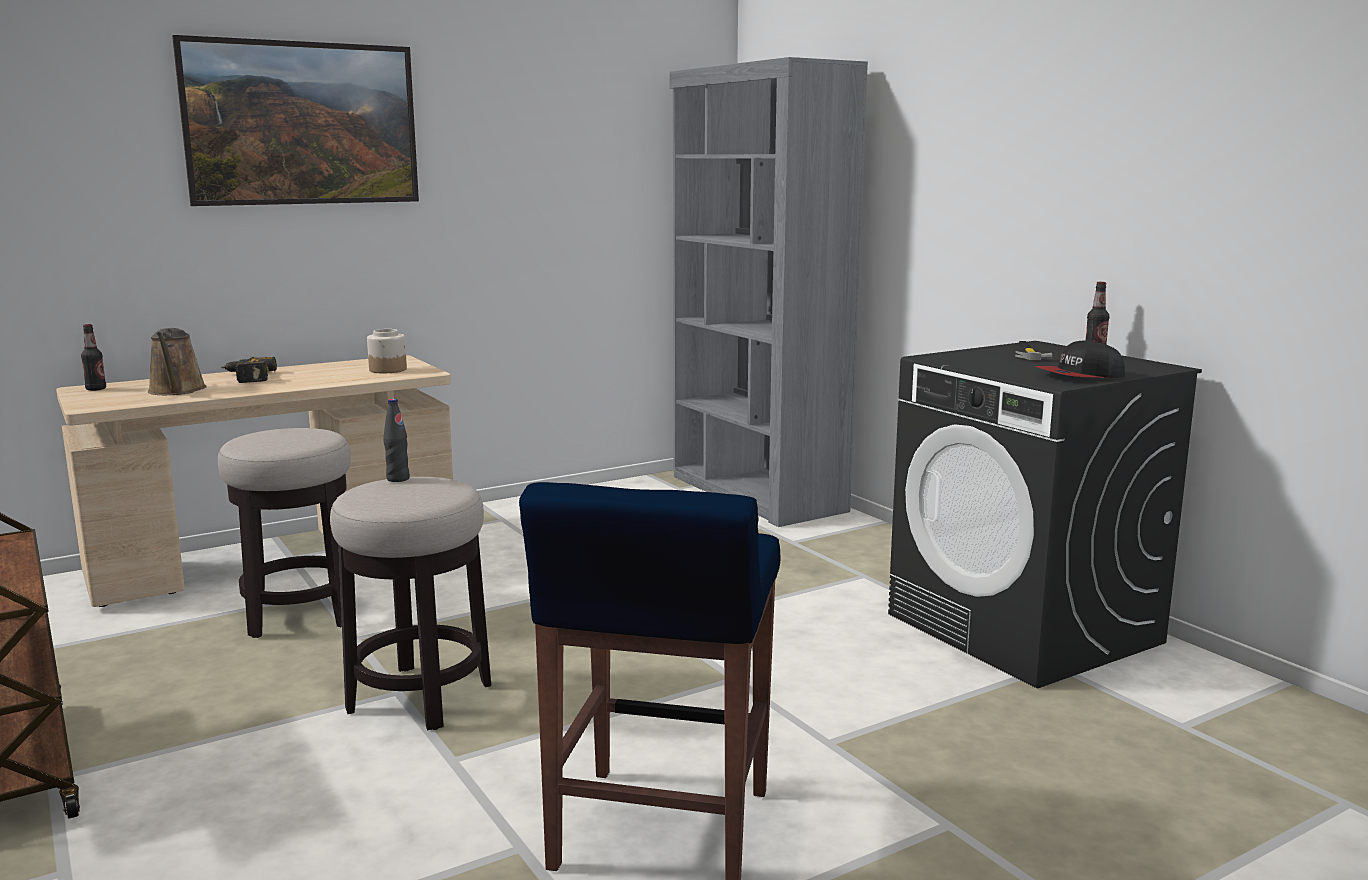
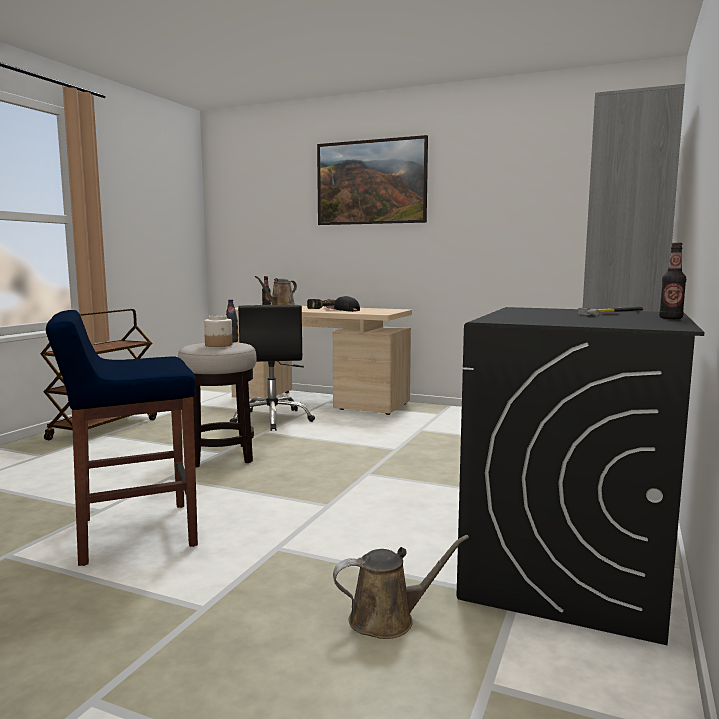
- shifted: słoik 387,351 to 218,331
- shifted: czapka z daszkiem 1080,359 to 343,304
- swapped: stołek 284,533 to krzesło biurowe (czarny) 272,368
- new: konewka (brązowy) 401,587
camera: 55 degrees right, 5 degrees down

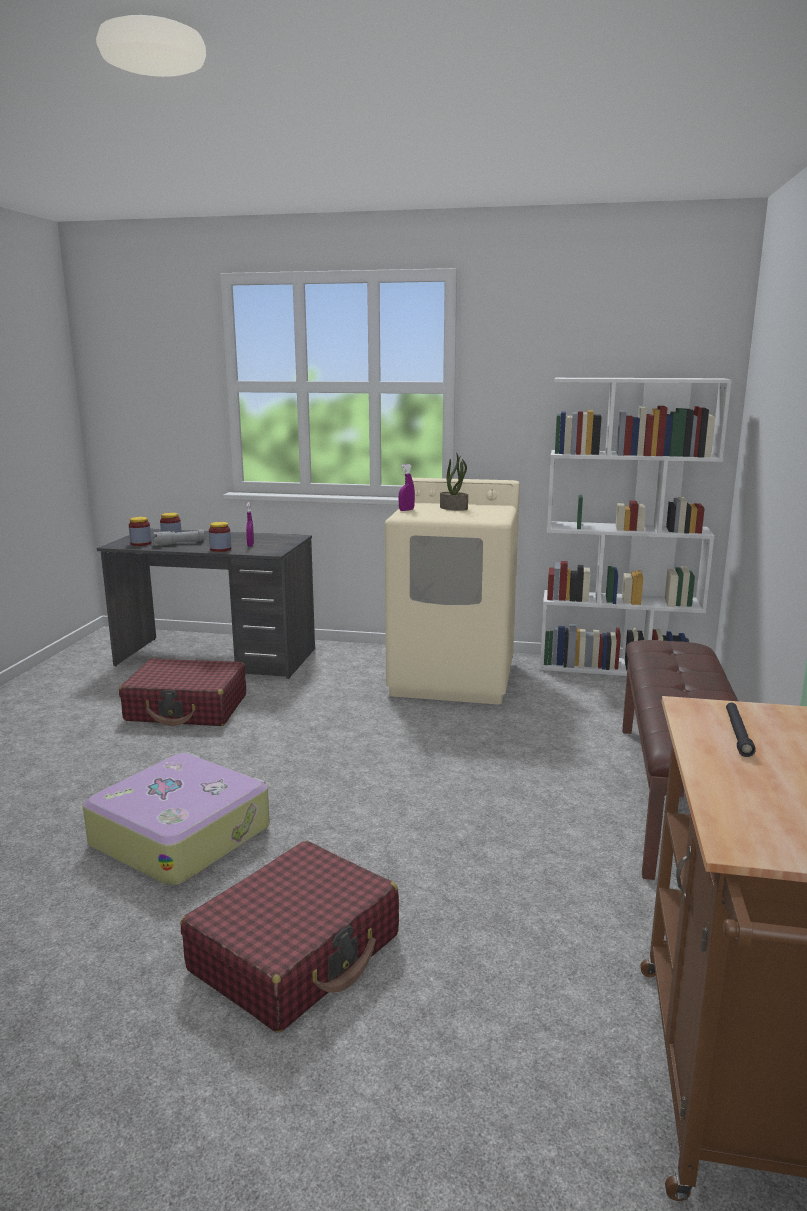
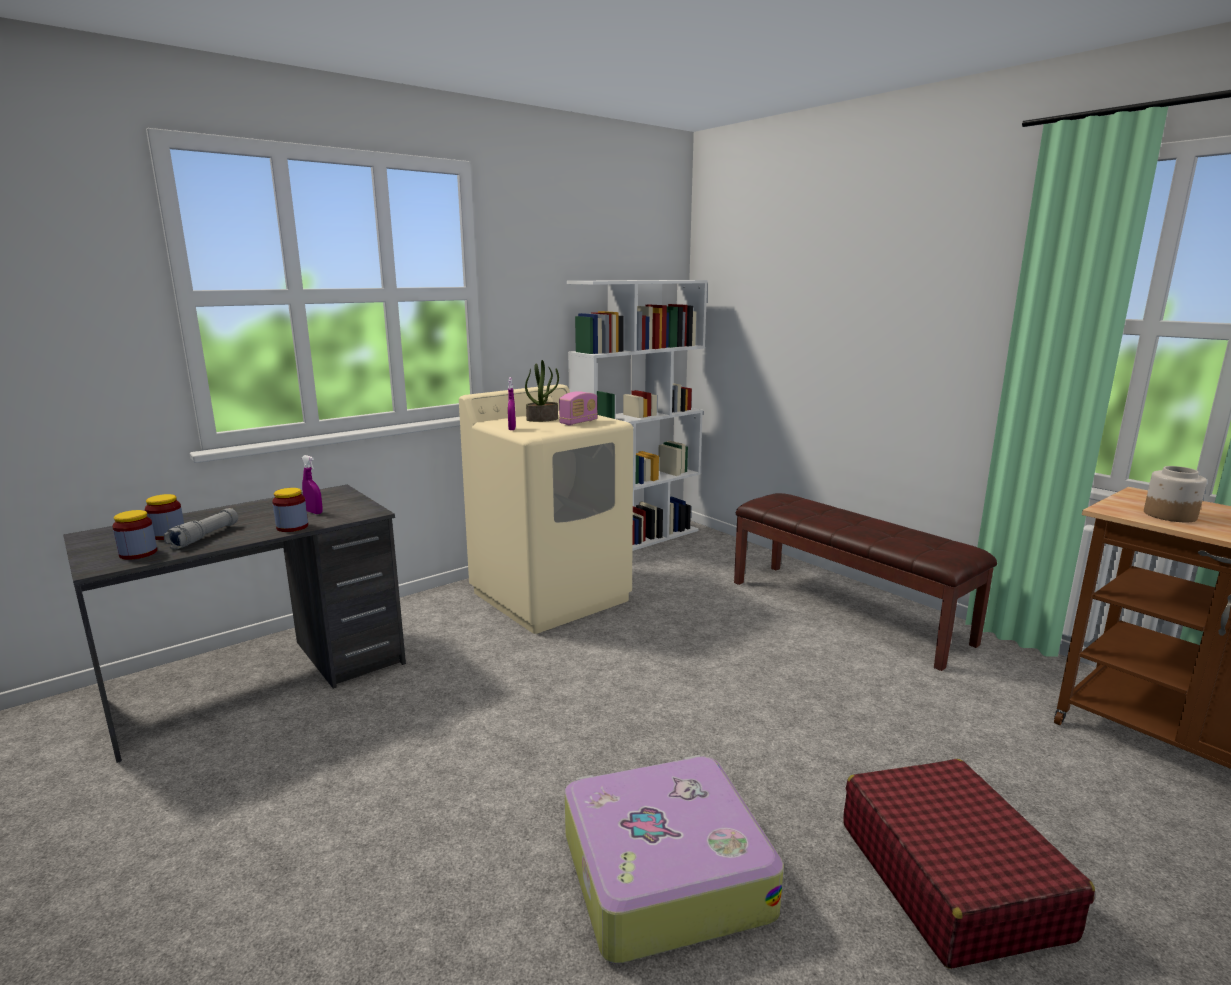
- gone: walizka (czerwony) 182,692
- swapped: latarka (czarny) 741,730 to słoik 1175,494
- new: radio 578,408
camera: 50 degrees left, 0 degrees up

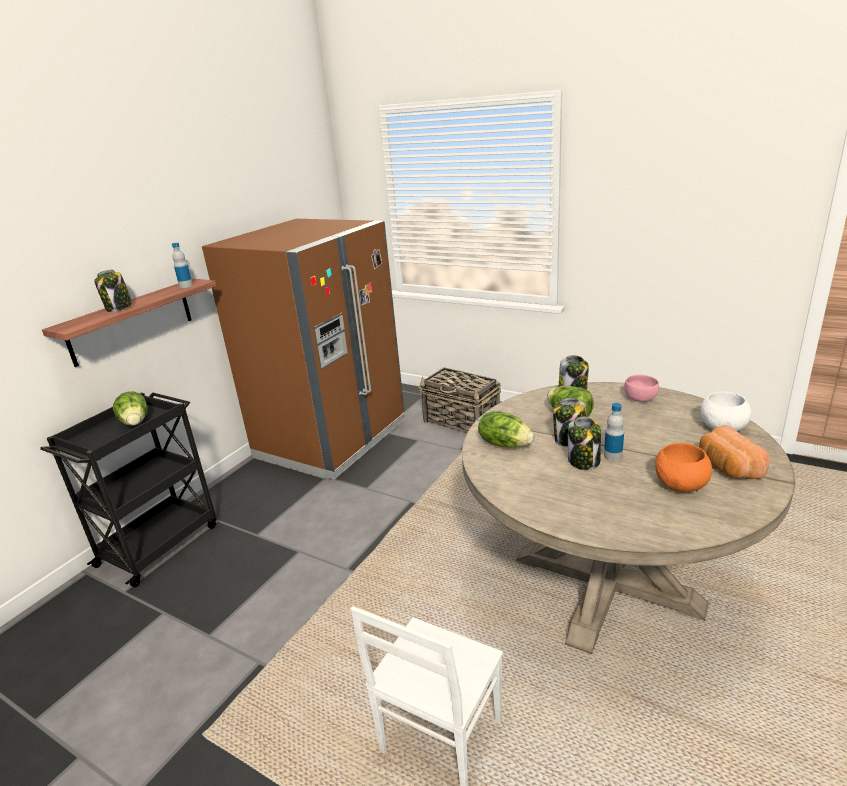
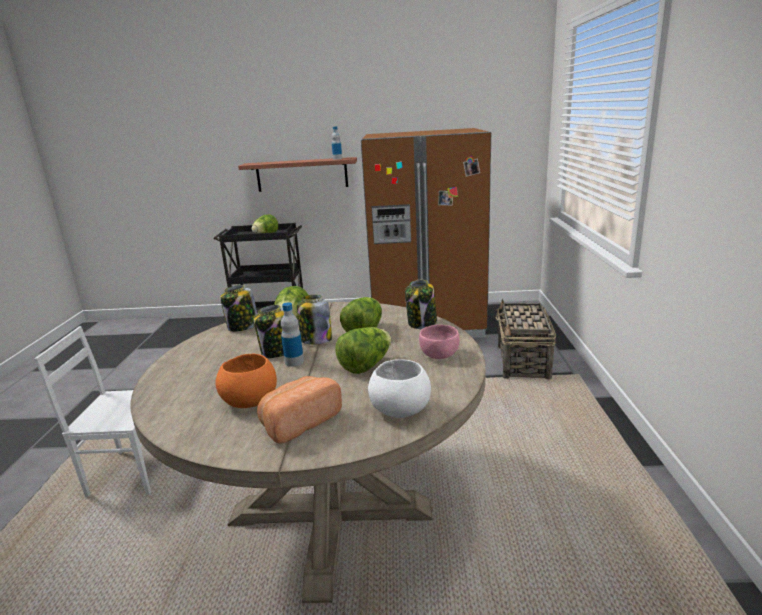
- shifted: słoik 113,291 to 239,308
- new: sałata 363,350
camera: 60 degrees right, 5 degrees down

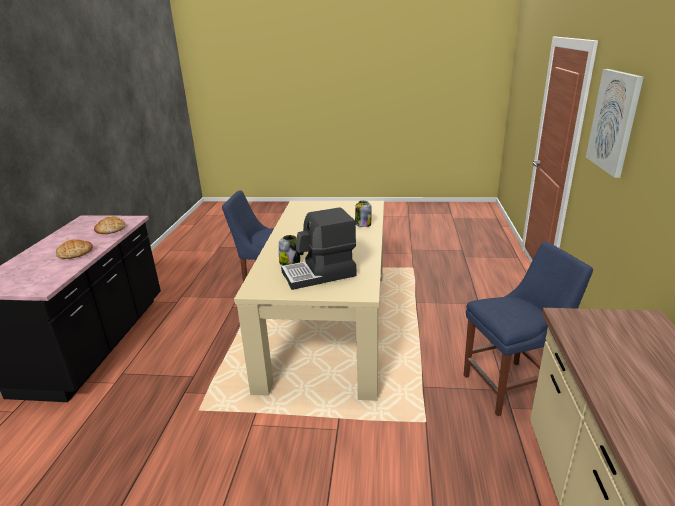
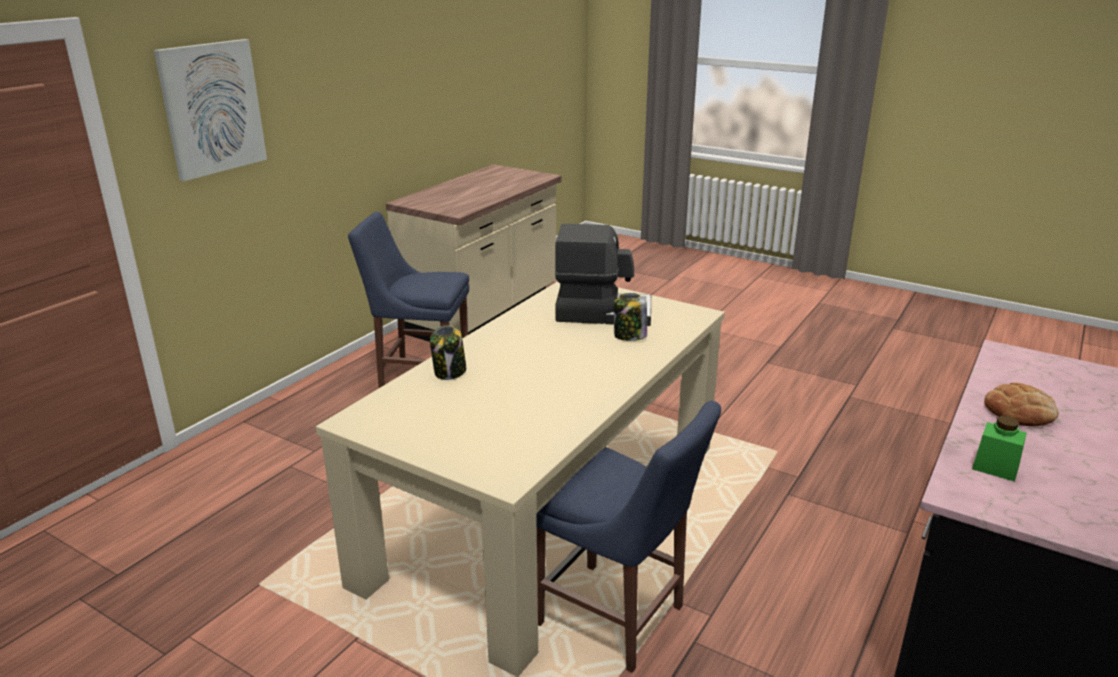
- swapped: chleb 109,225 to słoik (zielony) 999,449
camera: 155 degrees left, 0 degrees up

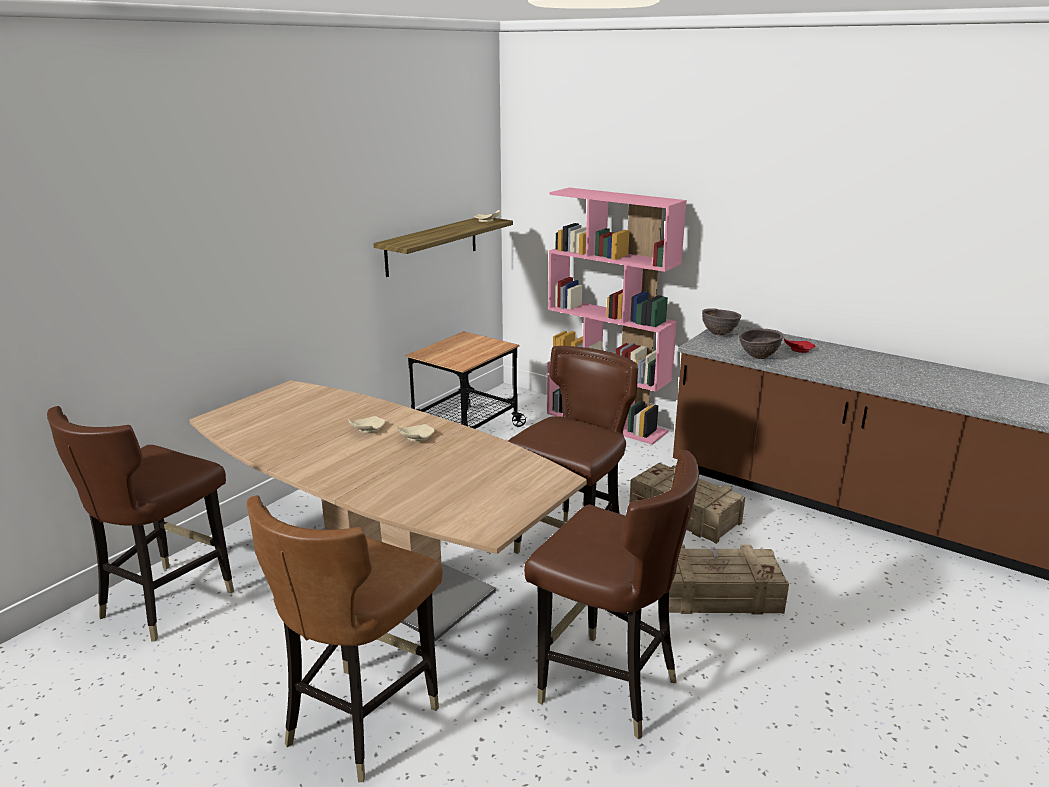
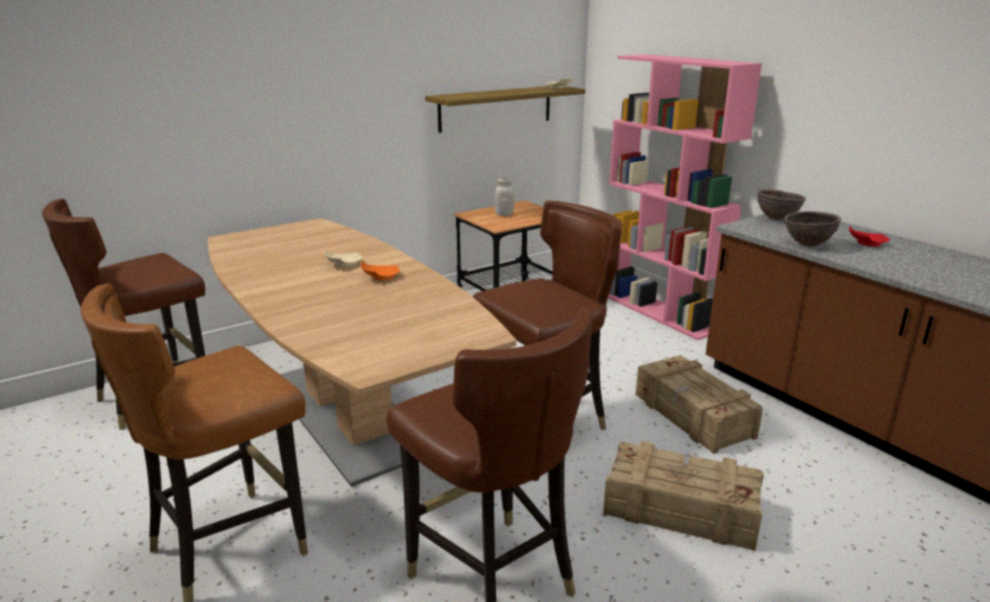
- repainted: talerz (beżowy) 416,433 to talerz (pomarańczowy) 380,271
- new: słoik (biały) 504,197
camera: 20 degrees right, 0 degrees up

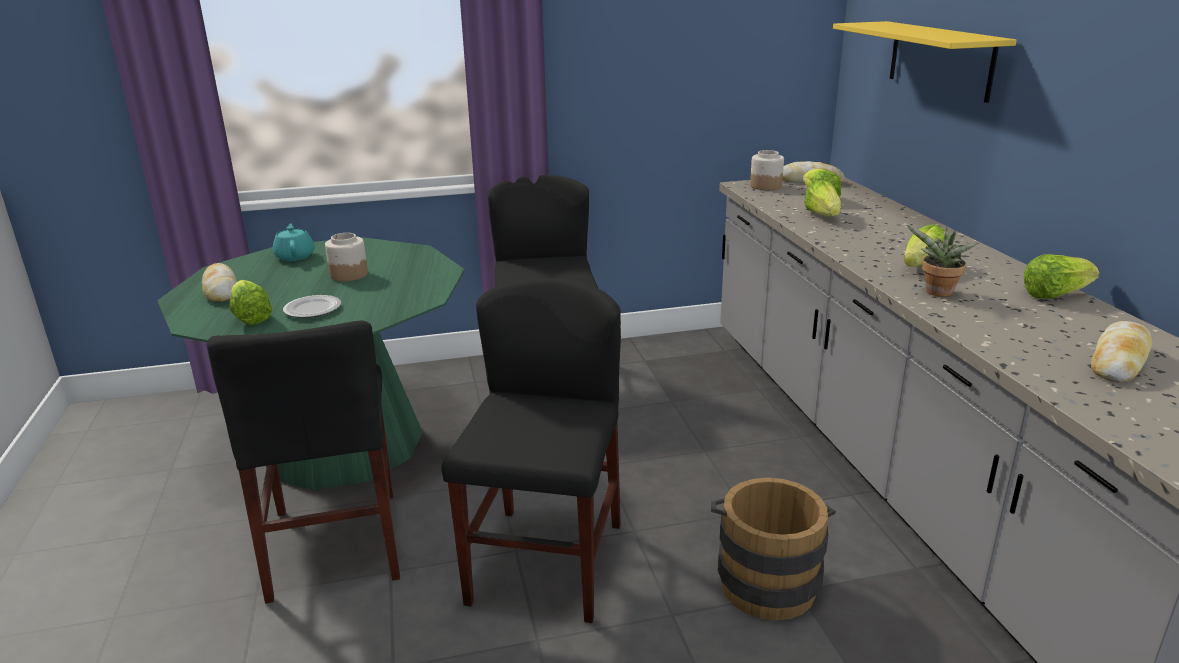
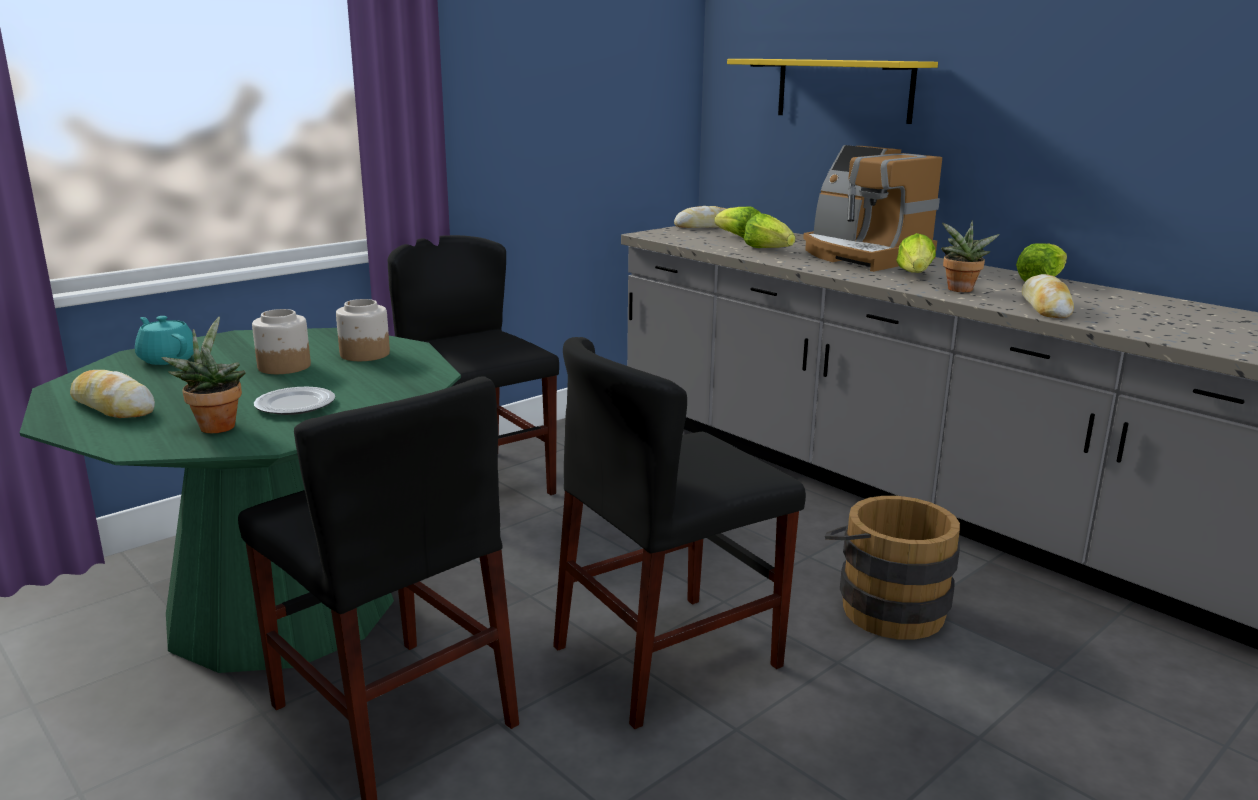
- shifted: słoik 767,170 to 363,330
- rotated: krzesło (czarny) 531,450 = 679,533 105 degrees counterclockwise
- swapped: sałata 251,302 to roślina doniczkowa 203,375
- shifted: chleb 1121,352 to 1048,296
- new: ekspres do kawy 872,208
camera: 30 degrees left, 5 degrees down

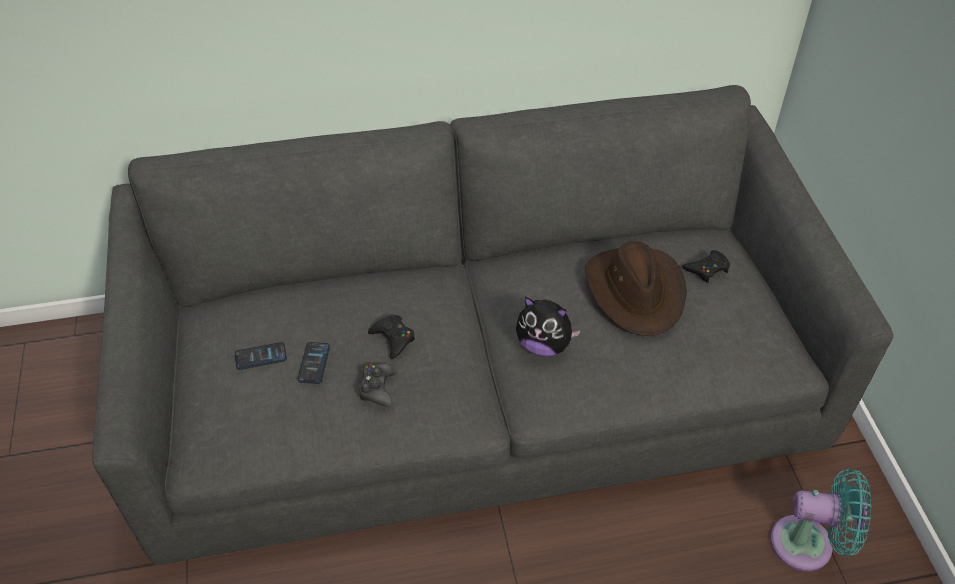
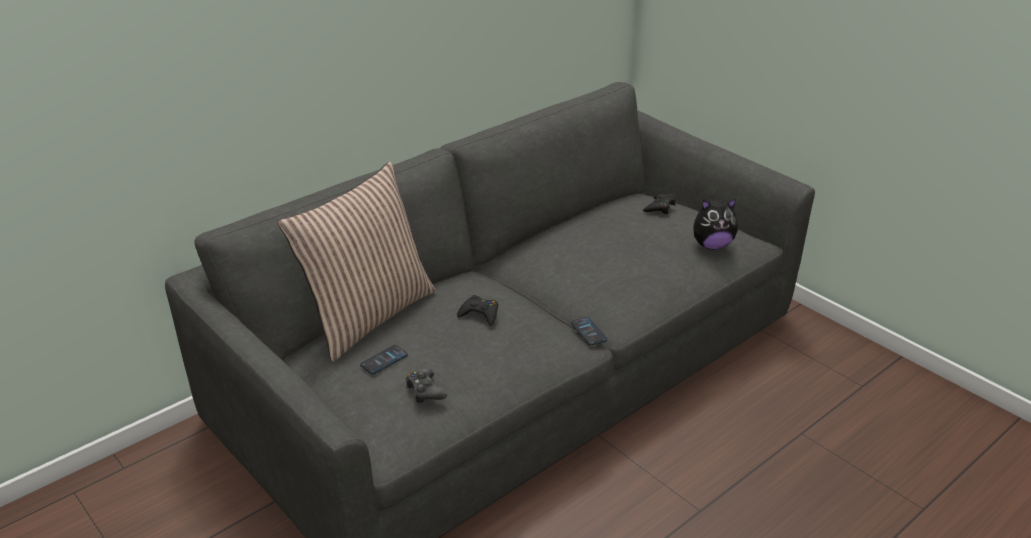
- gone: kapelusz (brązowy) 636,288
- shifted: pluszak 548,326 to 715,224
- shifted: telefon 313,363 to 589,331
- shifted: pad do gier (czarny) 378,385 to 426,386
- gone: wentylator (turkusowy) 820,520
- new: poduszka 356,261
camera: 30 degrees left, 15 degrees down

